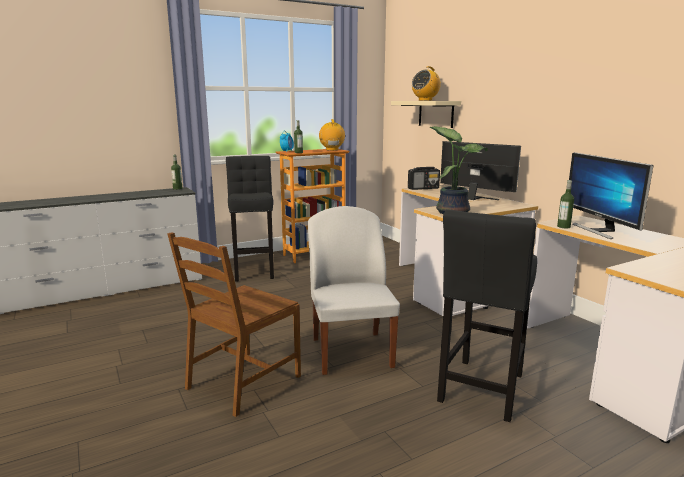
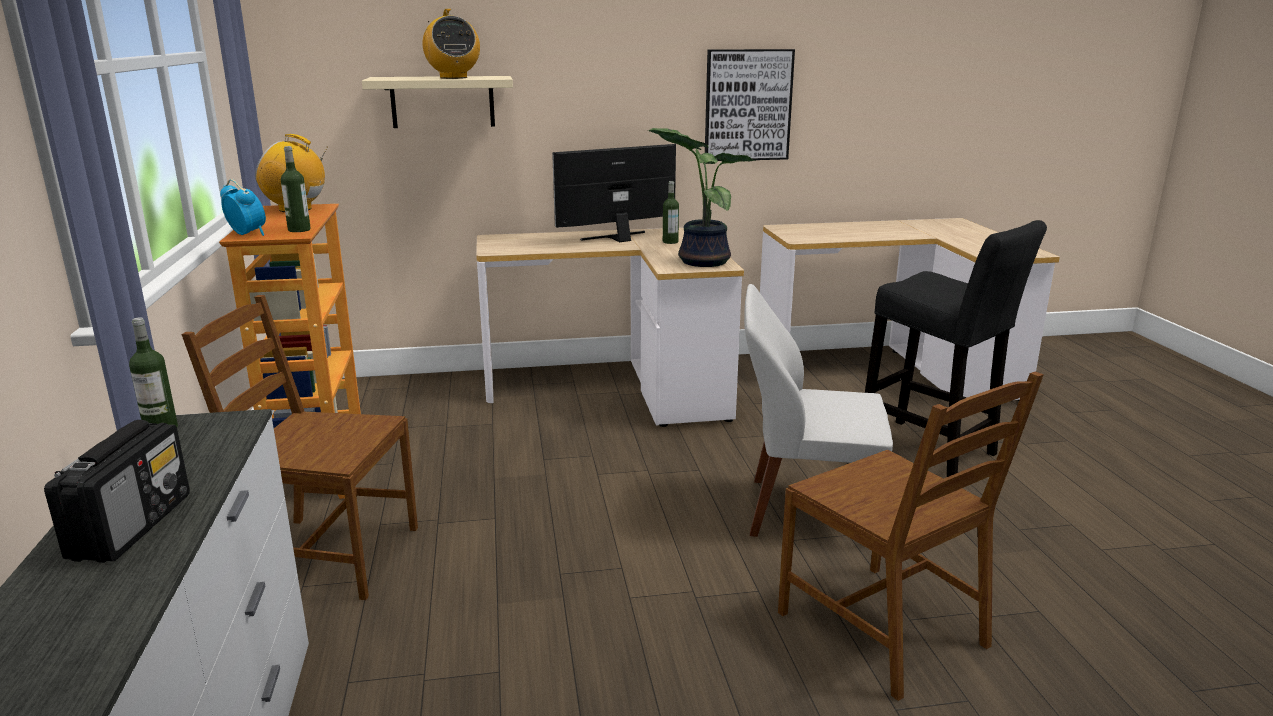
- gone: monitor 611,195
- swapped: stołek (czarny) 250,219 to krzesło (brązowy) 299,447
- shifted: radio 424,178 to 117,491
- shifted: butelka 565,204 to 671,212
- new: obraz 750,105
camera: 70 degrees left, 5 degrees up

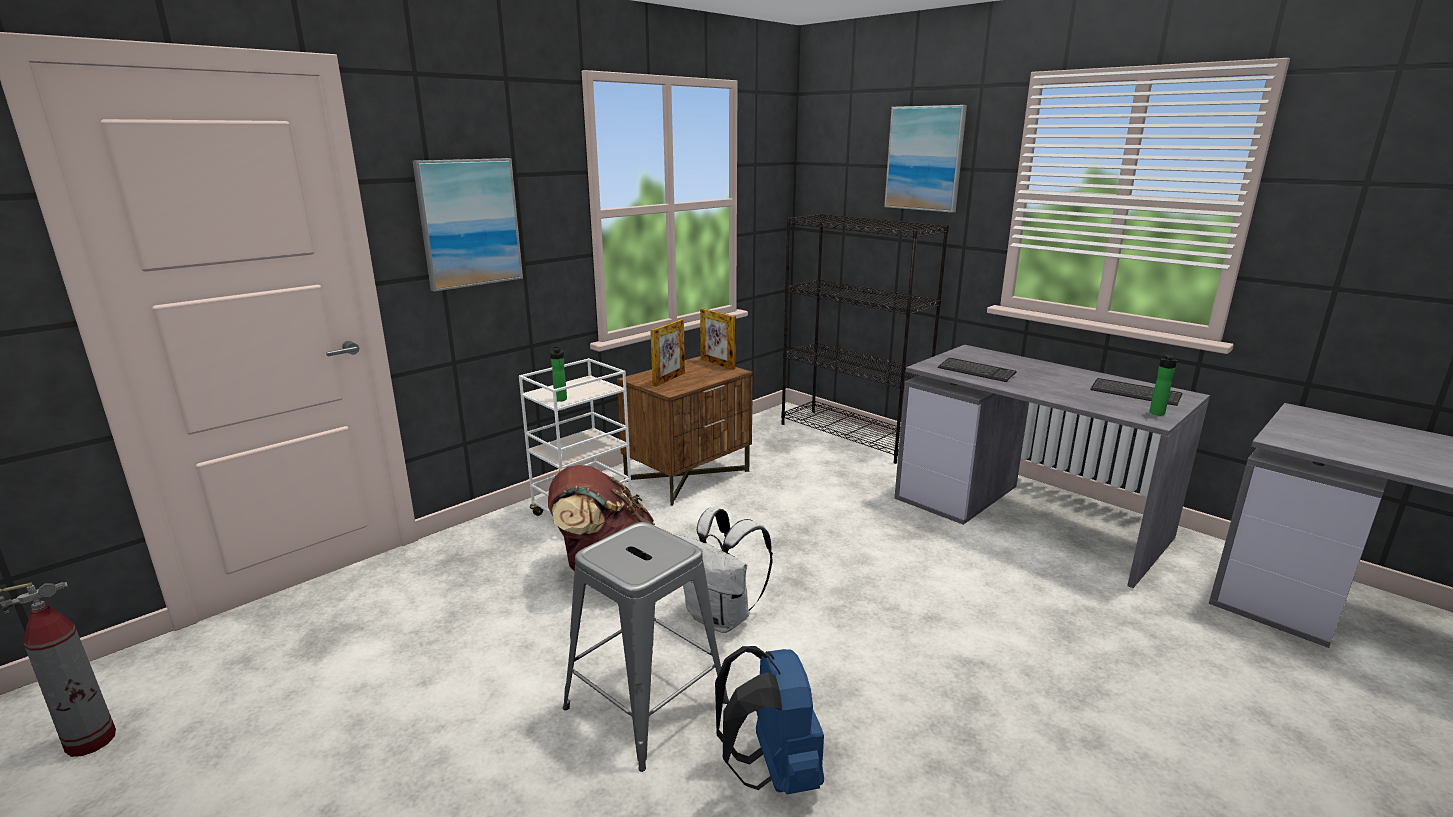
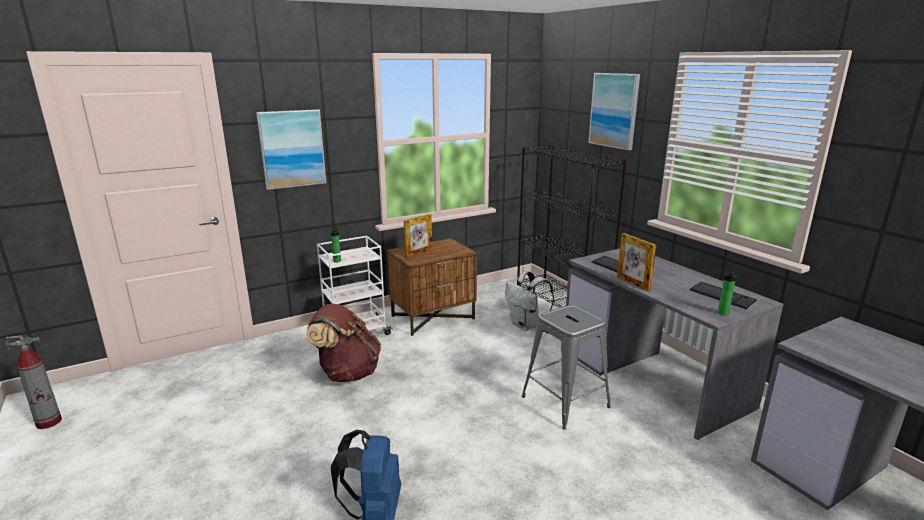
- shifted: ramka na zdjęcie 718,339 to 636,262
- shifted: plecak (biały) 724,570 to 529,301
- shifted: stołek (szary) 646,647 to 566,367
camera: 15 degrees right, 0 degrees up

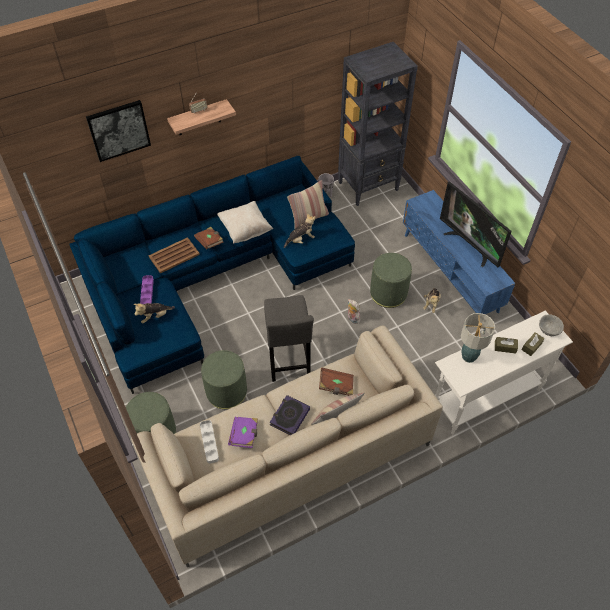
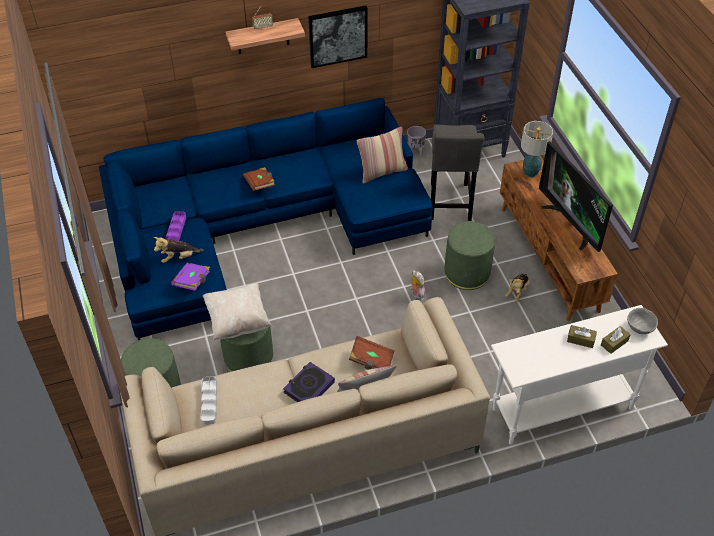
- shifted: obraz 118,131 to 338,37
- repainted: szafka pod telewizor (niebieski) 459,252 to szafka pod telewizor (brązowy) 559,238
- shifted: poduszka (beżowy) 245,222 to 237,312
- gone: pluszak 299,230
- gone: taca (brązowy) 174,255
- shifted: stołek (szary) 289,338 to 457,173
- shifted: lampa stołowa 478,338 to 537,149
- shifted: książka (fioletowy) 243,432 to 190,277
camera: 10 degrees right, 5 degrees down

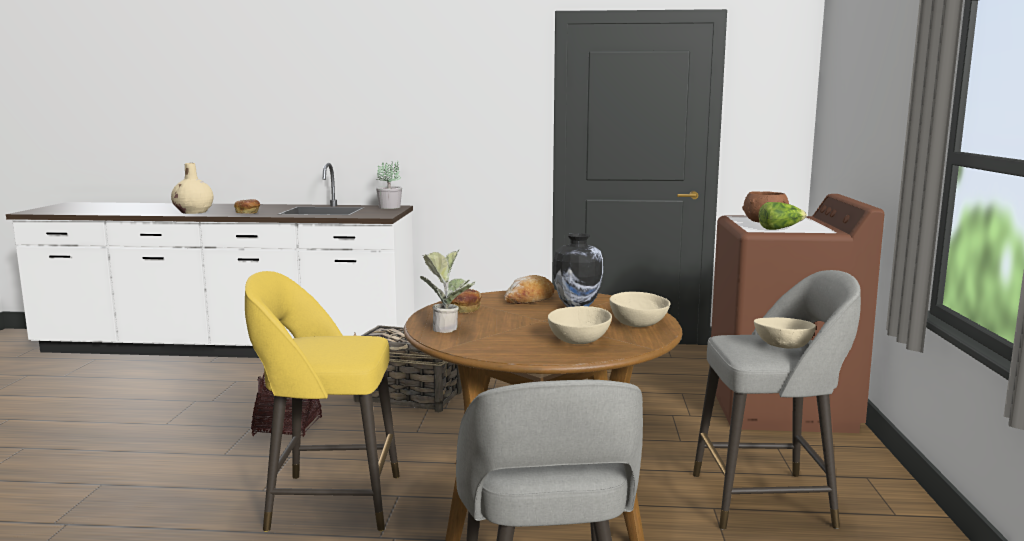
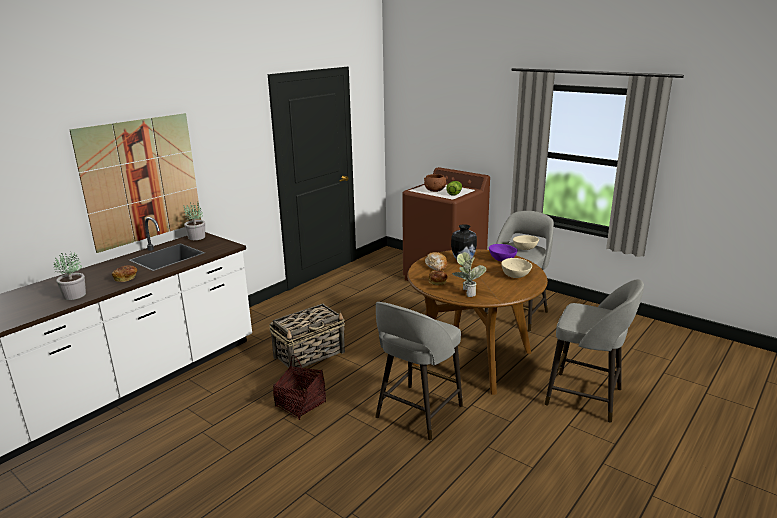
- swapped: wazon (beżowy) 192,188 to roślina doniczkowa 70,276
- repainted: stołek (żółty) 322,401 to stołek (szary) 419,371
- repainted: miska (beżowy) 640,309 to miska (fioletowy) 503,253
- new: obraz 135,183
camera: 55 degrees left, 10 degrees up

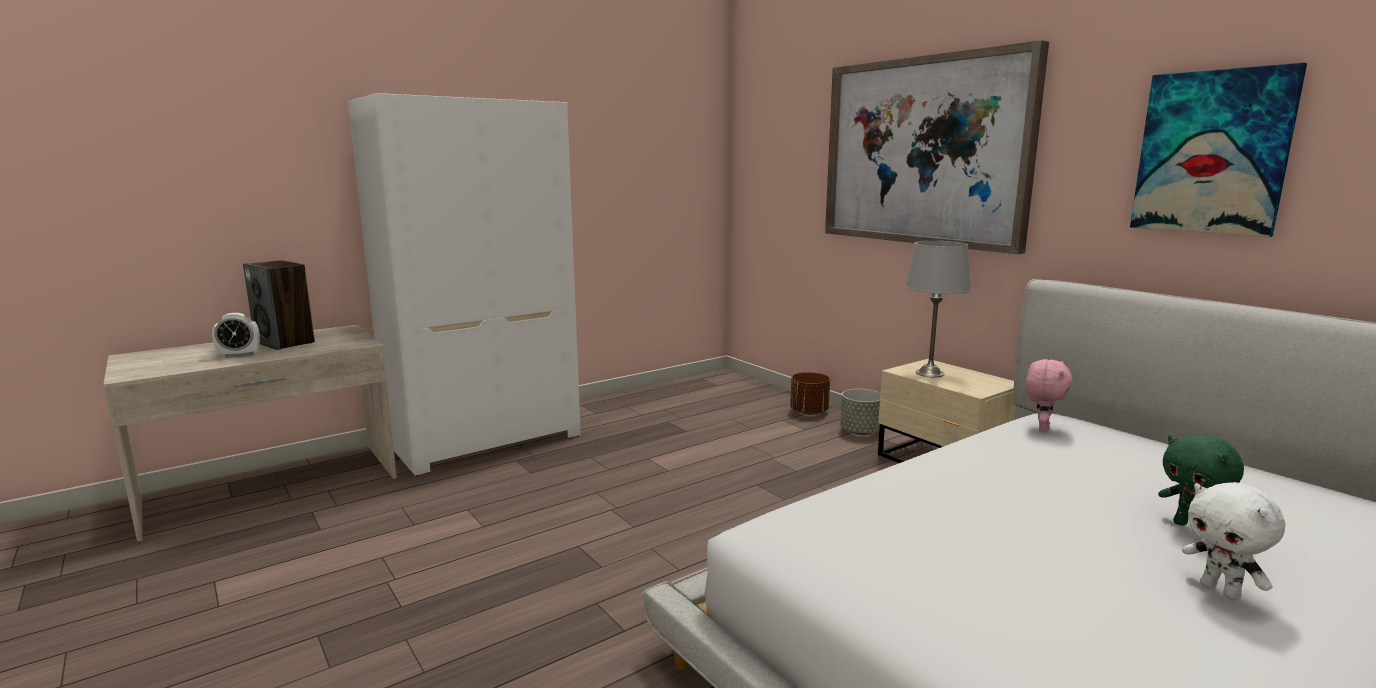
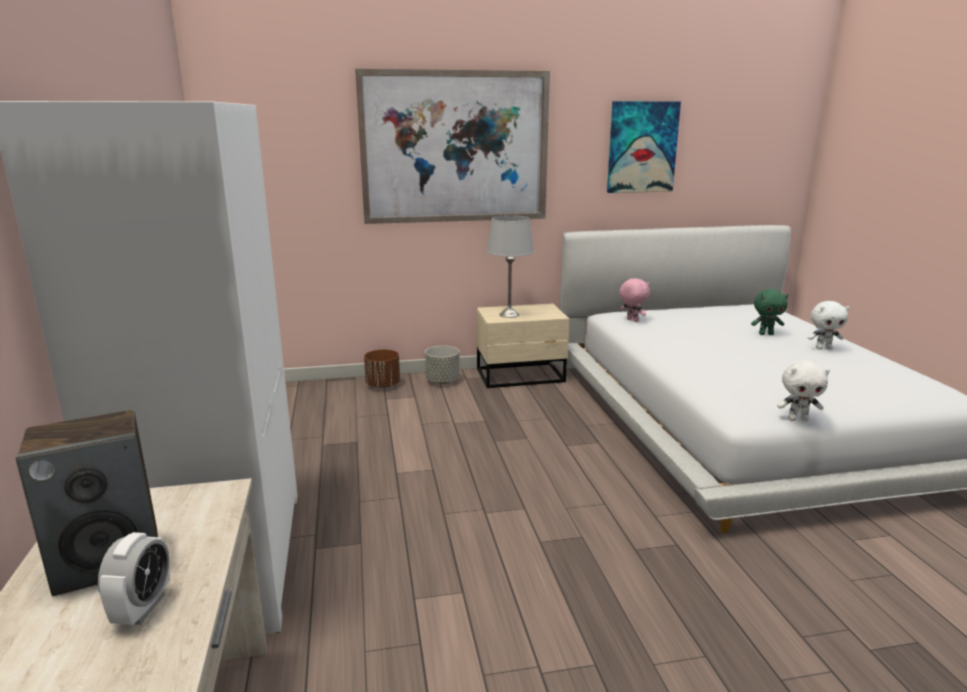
- new: pluszak (biały) 803,391
camera: 65 degrees left, 5 degrees up

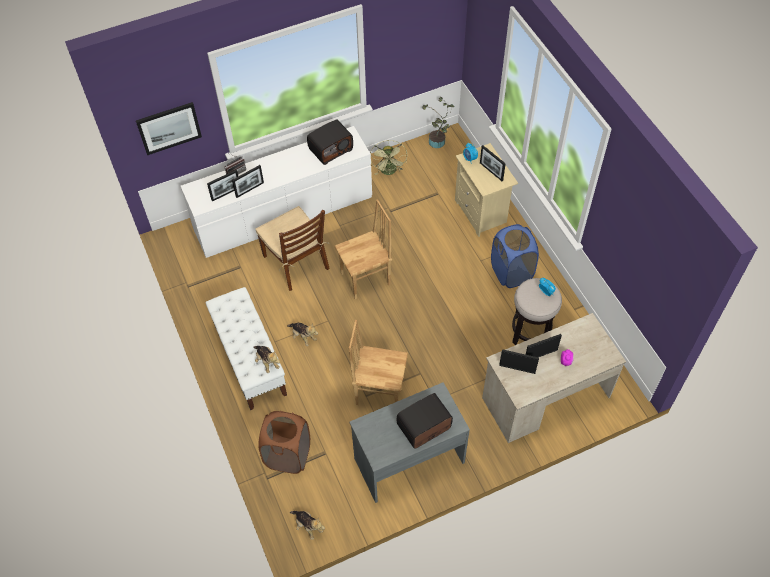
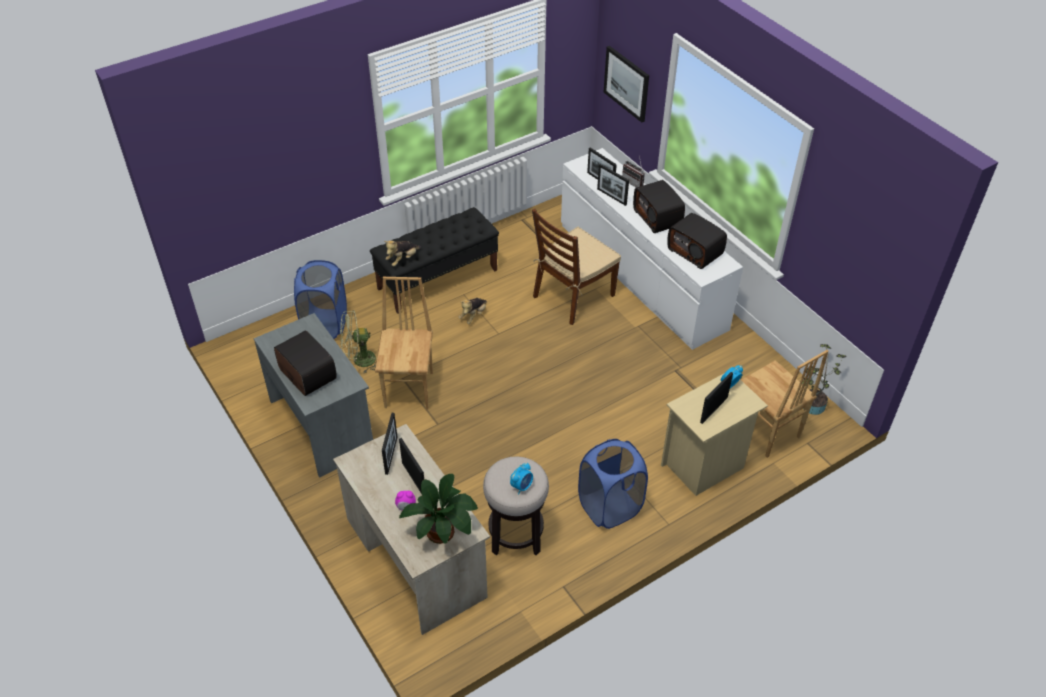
- shifted: wentylator (zielony) 388,157 to 358,342
- shifted: krzesło (brązowy) 363,249 to 784,404
- repainted: ławka (biały) 246,348 to ławka (czarny) 434,260
- repainted: kosz na pranie (brązowy) 284,442 to kosz na pranie (niebieski) 320,299
- gone: pluszak 307,525
- new: radio 659,206
- new: roślina doniczkowa 438,509
camera: 80 degrees right, 10 degrees down

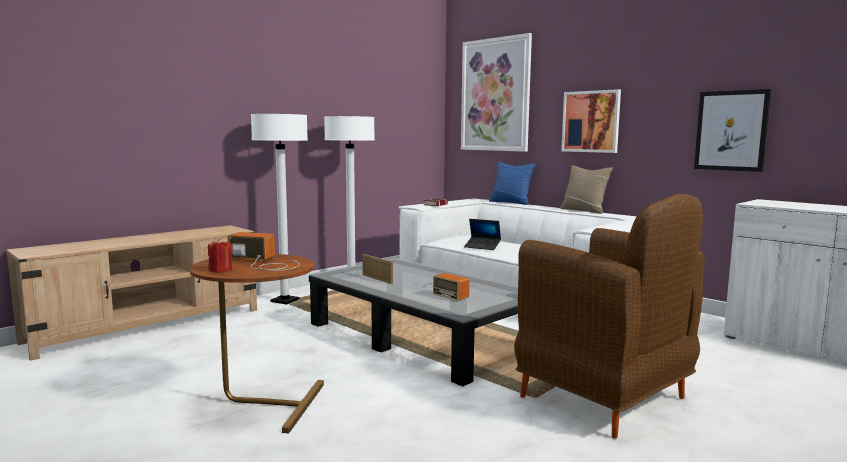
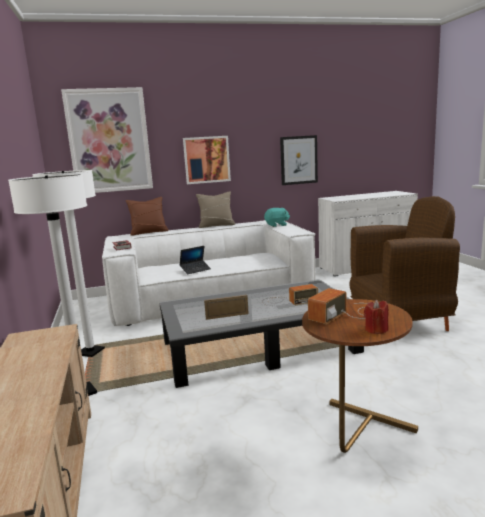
- repainted: poduszka (niebieski) 512,183 to poduszka (brązowy) 147,216
- new: pluszak (turkusowy) 277,217
camera: 60 degrees left, 5 degrees up

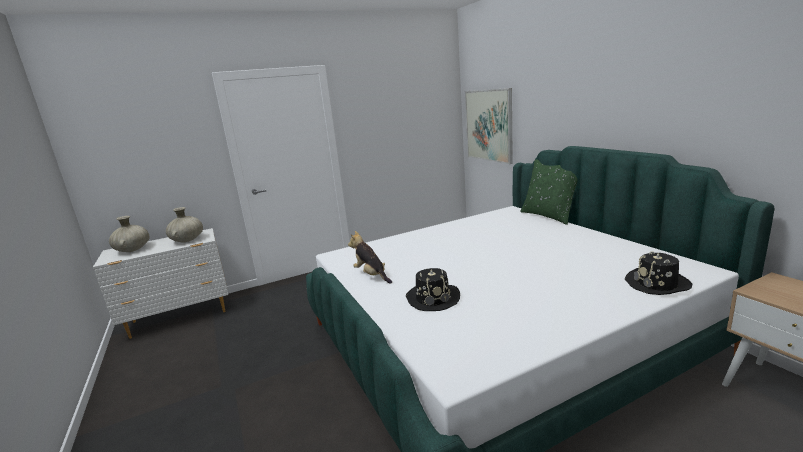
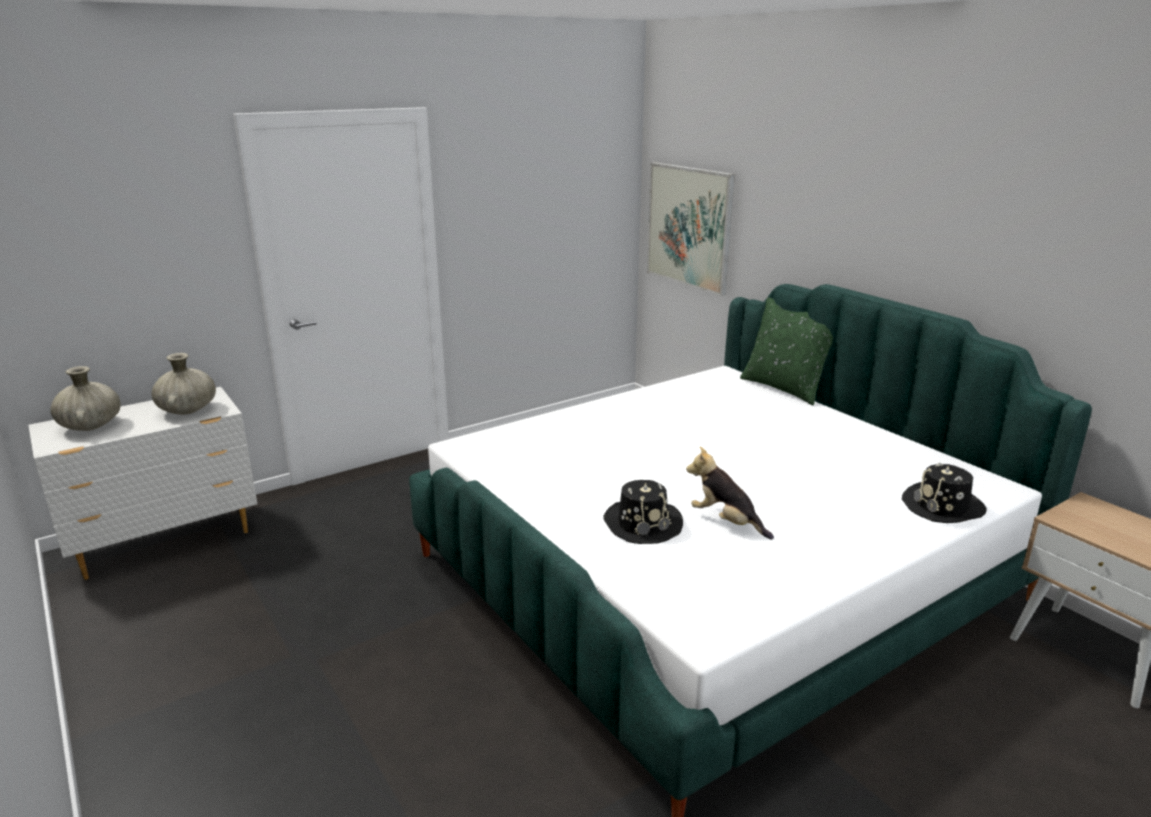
- shifted: pluszak 370,257 to 730,493
camera: 10 degrees left, 5 degrees up

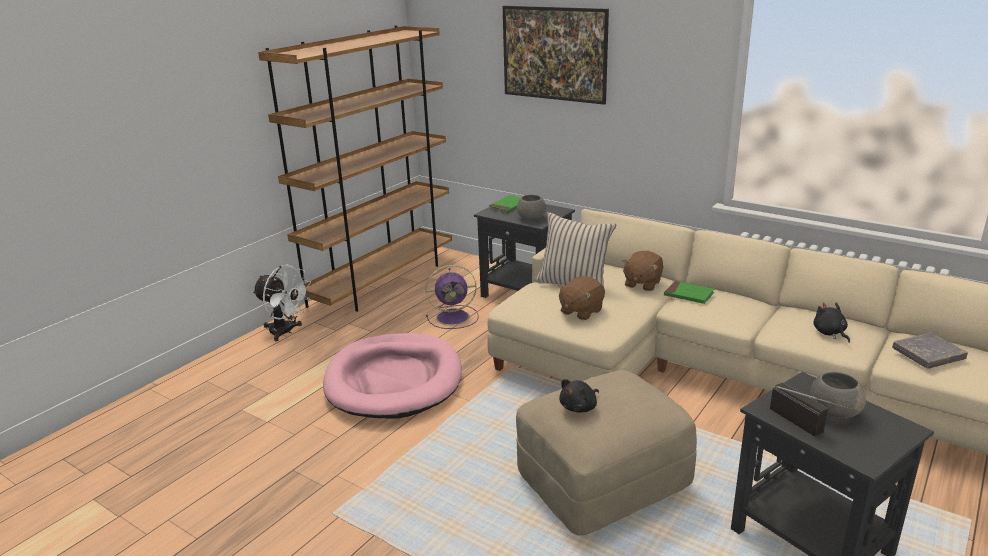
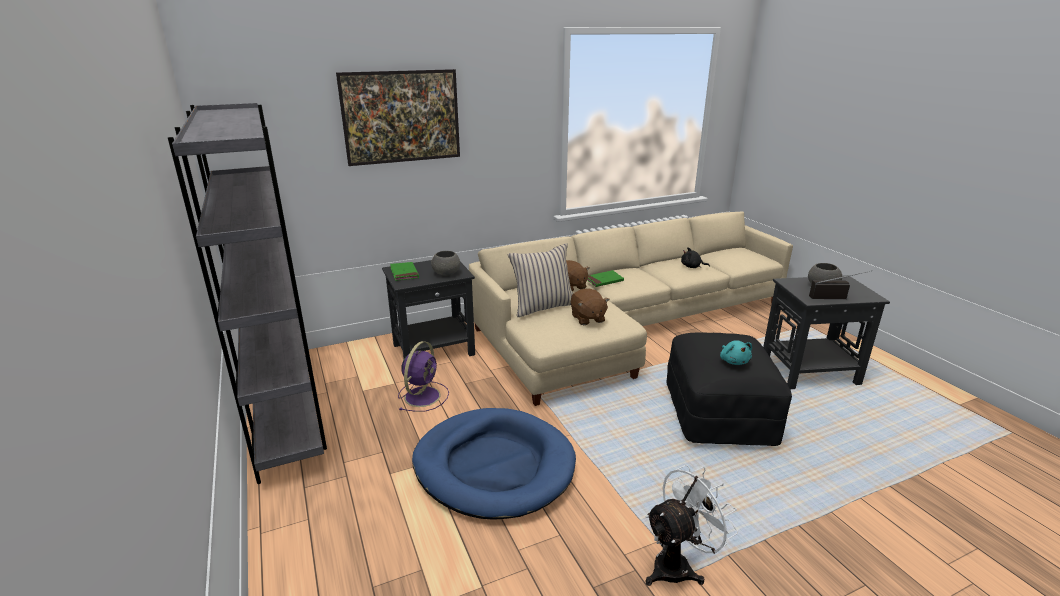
- repainted: regał (brązowy) 355,168 to regał (szary) 247,293
- shifted: wentylator (biały) 281,303 to 691,525
- repainted: legowisko (różowy) 392,375 to legowisko (niebieski) 494,464
- gone: książka (szary) 930,351
- repainted: pufa (beżowy) 606,452 to pufa (czarny) 729,389
- repainted: pluszak (czarny) 579,395 to pluszak (turkusowy) 736,352
camera: 60 degrees left, 0 degrees up

